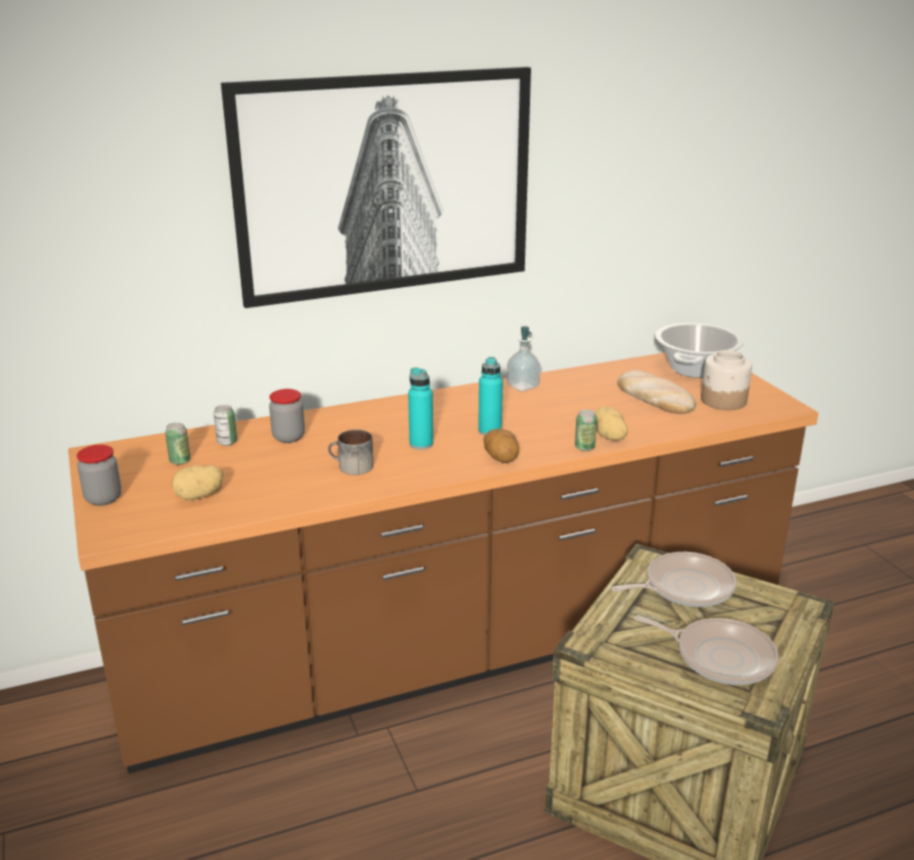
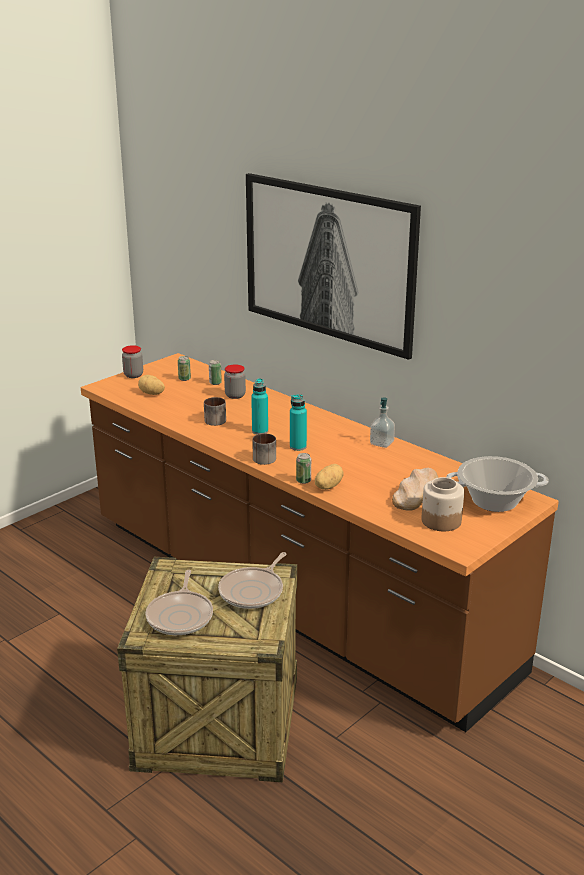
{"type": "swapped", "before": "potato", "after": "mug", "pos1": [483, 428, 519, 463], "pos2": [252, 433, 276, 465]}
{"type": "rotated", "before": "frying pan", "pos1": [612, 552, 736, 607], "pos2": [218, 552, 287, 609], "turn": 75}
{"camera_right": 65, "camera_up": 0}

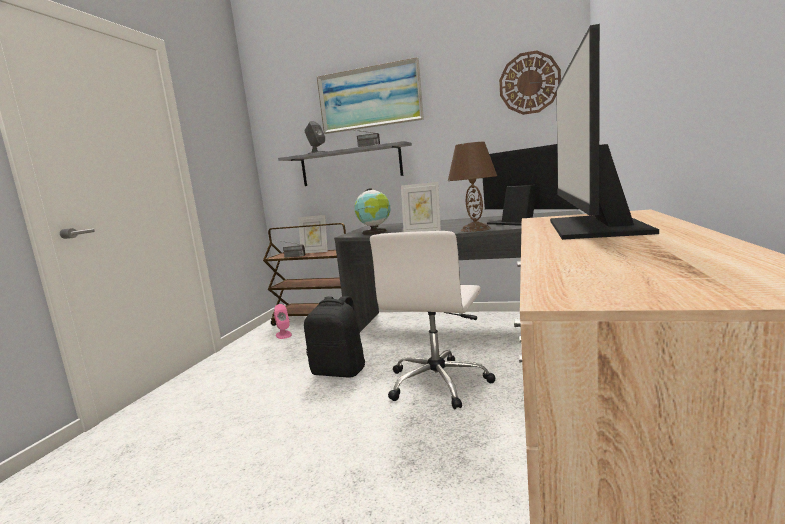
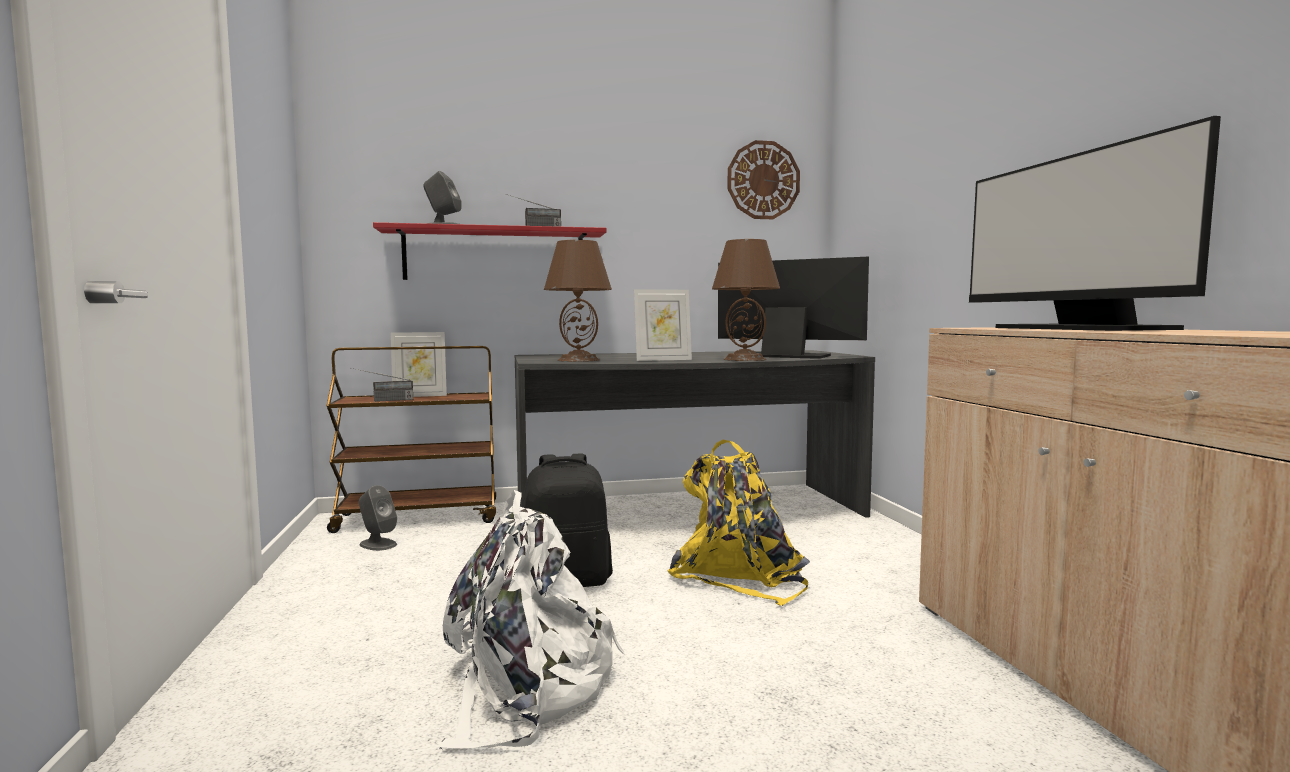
{"type": "gone", "before": "picture", "pos1": [317, 57, 424, 134]}
{"type": "new", "after": "white backpack", "pos2": [439, 490, 624, 749]}
{"type": "swapped", "before": "globe", "after": "brown table lamp", "pos1": [354, 188, 390, 235], "pos2": [544, 240, 612, 362]}
{"type": "swapped", "before": "white office chair", "after": "yellow backpack", "pos1": [370, 231, 495, 409], "pos2": [667, 440, 810, 606]}
{"type": "repainted", "before": "pink speaker", "after": "grey speaker", "pos1": [274, 304, 292, 339], "pos2": [359, 485, 397, 551]}
{"type": "repainted", "before": "grey shelf", "after": "red shelf", "pos1": [278, 141, 412, 186], "pos2": [373, 222, 607, 280]}
{"camera_right": -30, "camera_up": -5}

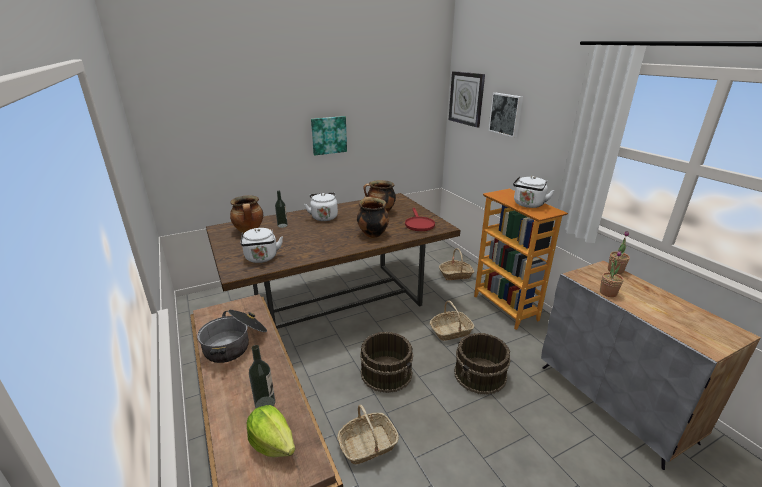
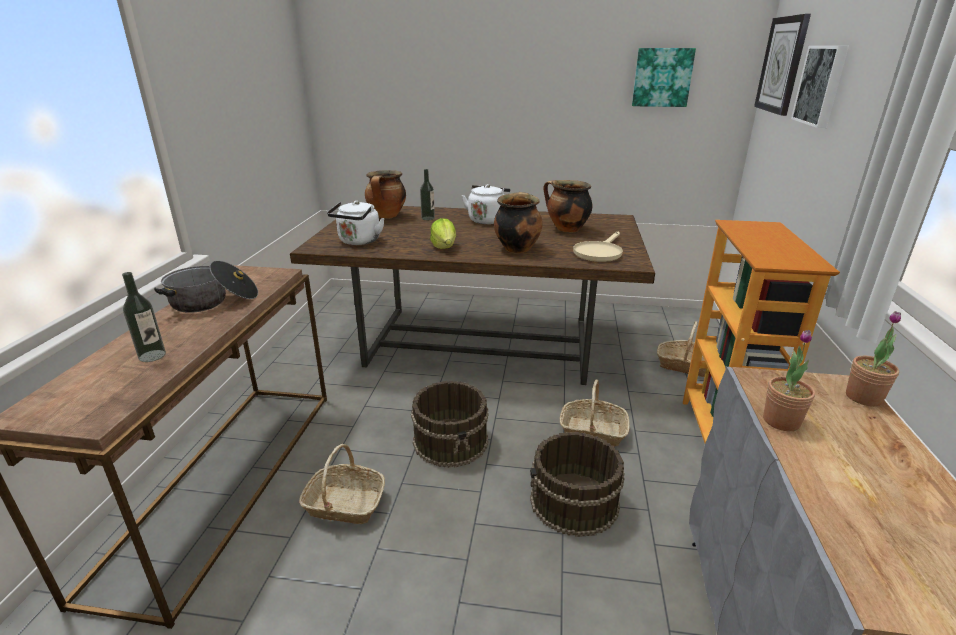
{"type": "gone", "before": "white kettle", "pos1": [513, 176, 555, 208]}
{"type": "shifted", "before": "lettuce", "pos1": [247, 405, 295, 457], "pos2": [430, 218, 456, 249]}
{"type": "shifted", "before": "picture", "pos1": [311, 116, 347, 155], "pos2": [632, 48, 696, 107]}
{"type": "repainted", "before": "red frying pan", "after": "beige frying pan", "pos1": [405, 208, 435, 231], "pos2": [573, 232, 623, 262]}
{"camera_right": 35, "camera_up": 0}

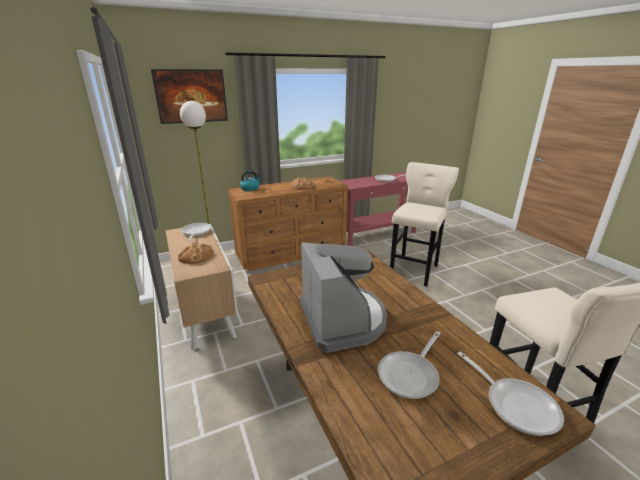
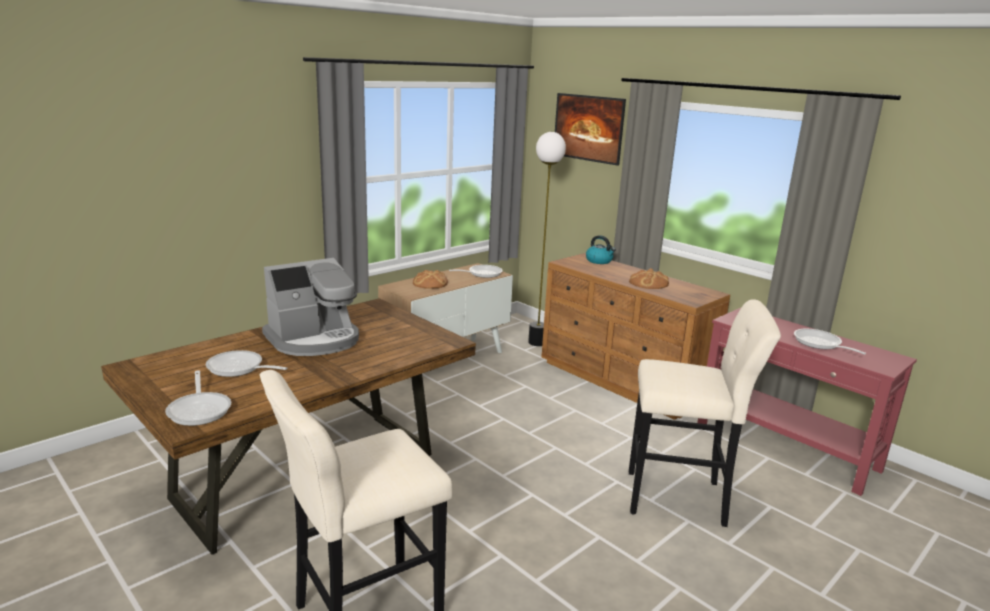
{"type": "rotated", "before": "frying pan", "pos1": [457, 352, 564, 436], "pos2": [165, 370, 231, 426], "turn": -60}
{"camera_right": 70, "camera_up": -5}

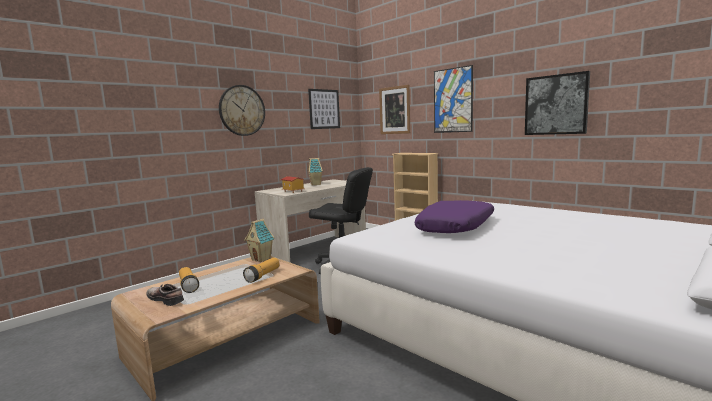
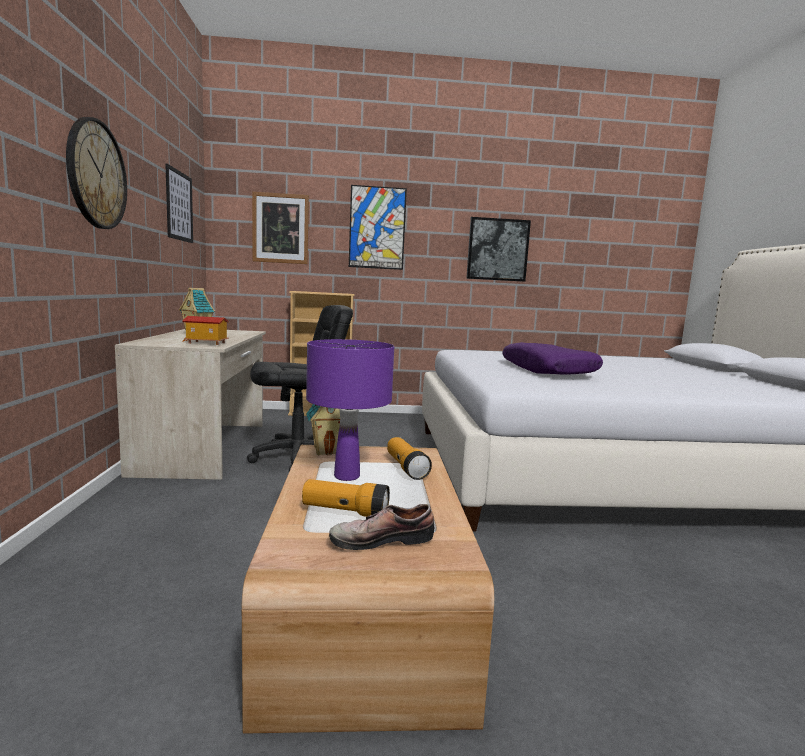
{"type": "new", "after": "purple table lamp", "pos2": [306, 339, 394, 481]}
{"camera_right": -50, "camera_up": 0}

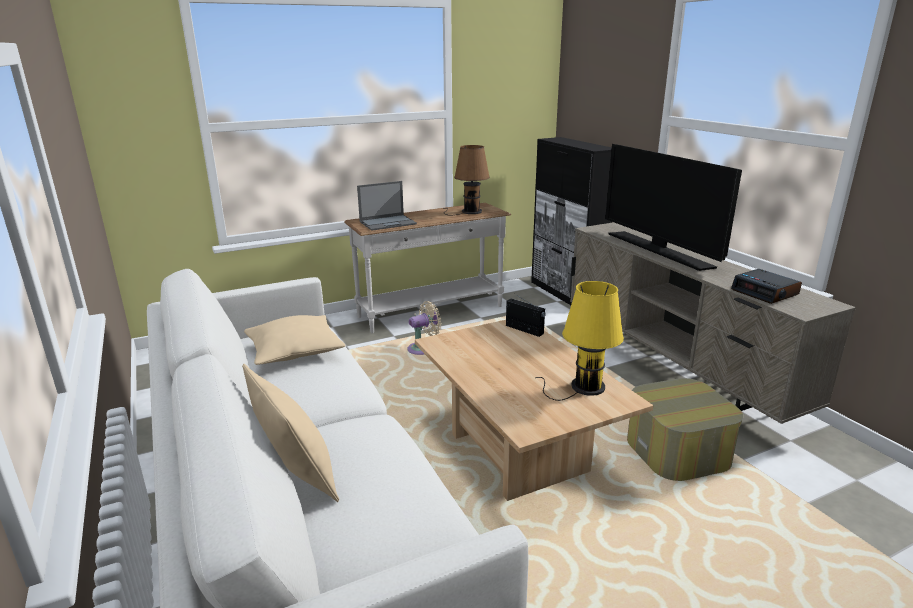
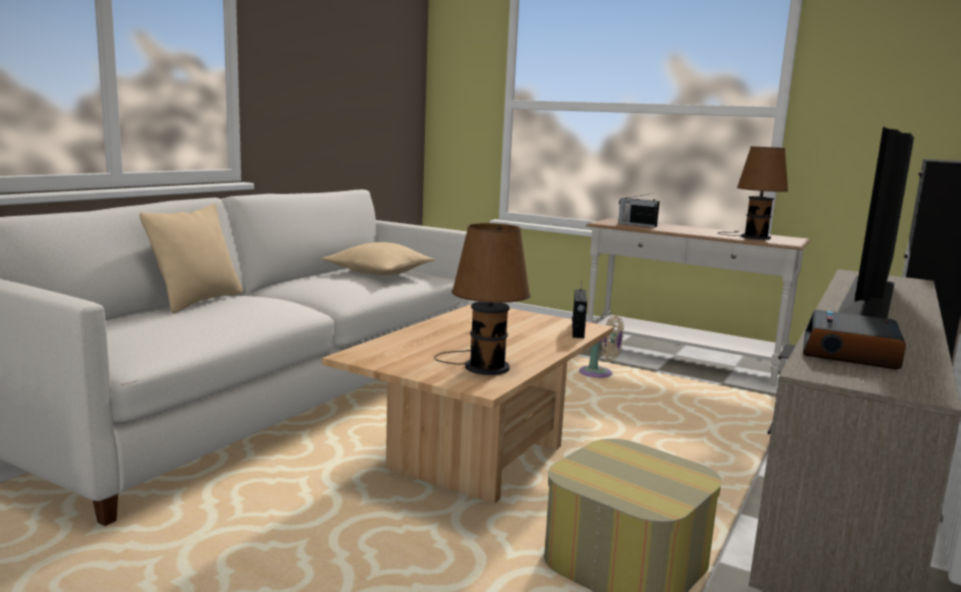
{"type": "swapped", "before": "laptop", "after": "radio", "pos1": [357, 181, 417, 231], "pos2": [618, 193, 660, 227]}
{"type": "repainted", "before": "yellow table lamp", "after": "brown table lamp", "pos1": [535, 281, 624, 401], "pos2": [434, 223, 531, 375]}
{"camera_right": 55, "camera_up": -10}

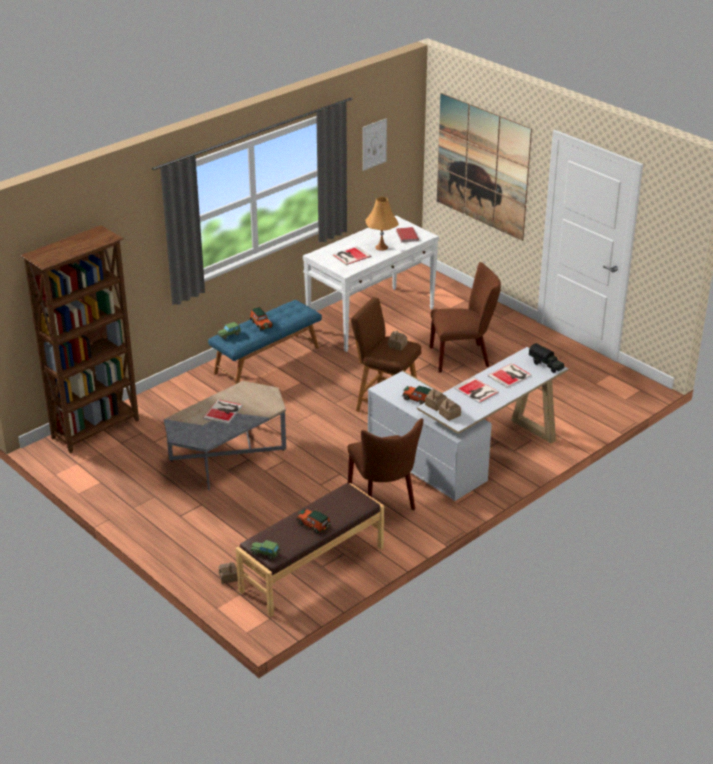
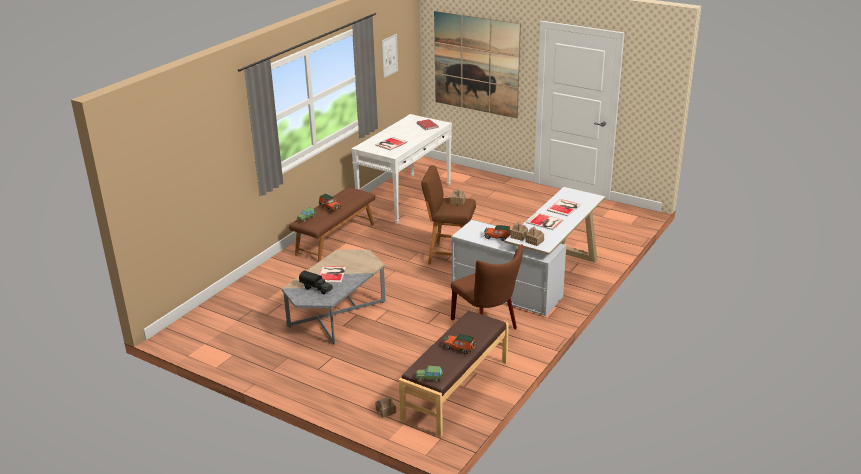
{"type": "gone", "before": "brown bookcase", "pos1": [21, 225, 139, 453]}
{"type": "gone", "before": "orange table lamp", "pos1": [365, 197, 399, 251]}
{"type": "gone", "before": "brown chair", "pos1": [430, 262, 501, 373]}
{"type": "shifted", "before": "toy truck", "pos1": [529, 343, 565, 373], "pos2": [299, 271, 333, 295]}
{"type": "repainted", "before": "blue bench", "after": "brown bench", "pos1": [208, 300, 322, 384], "pos2": [289, 187, 375, 262]}
{"camera_right": -15, "camera_up": -5}

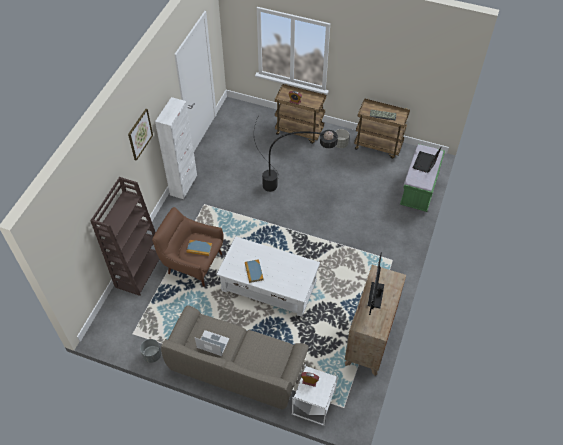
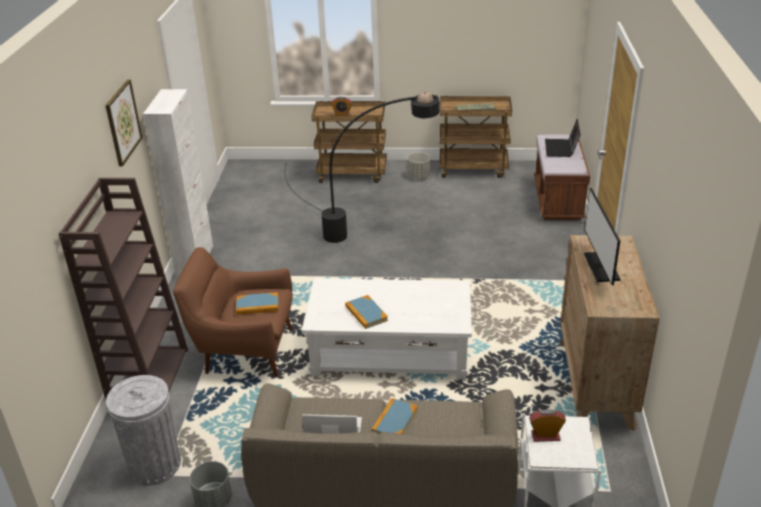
{"type": "new", "after": "grey trash can", "pos2": [106, 375, 181, 486]}
{"type": "new", "after": "book", "pos2": [371, 398, 418, 434]}
{"type": "repainted", "before": "green bench", "after": "brown bench", "pos1": [400, 144, 445, 212], "pos2": [534, 134, 590, 220]}
{"camera_right": -15, "camera_up": -20}

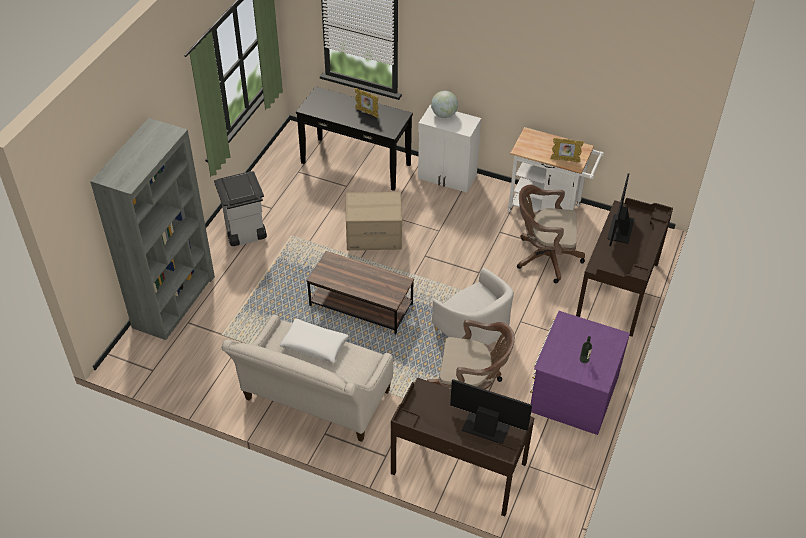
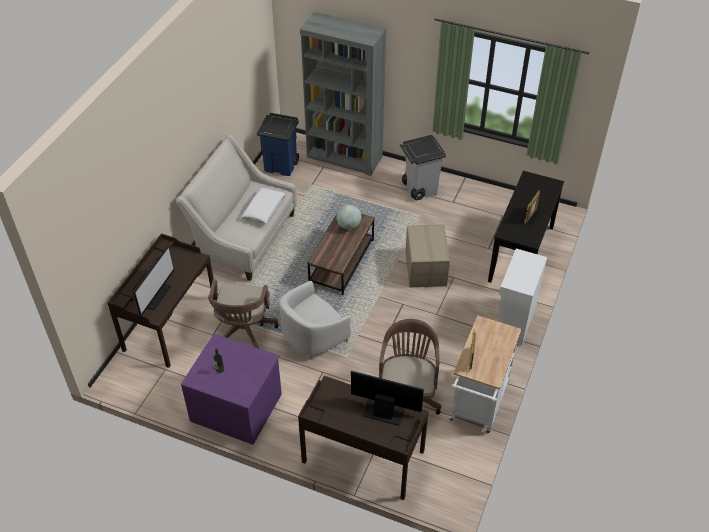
{"type": "new", "after": "blue trash can", "pos2": [256, 113, 299, 176]}
{"type": "shifted", "before": "globe", "pos1": [431, 91, 458, 118], "pos2": [336, 204, 361, 229]}
{"camera_right": 90, "camera_up": 0}

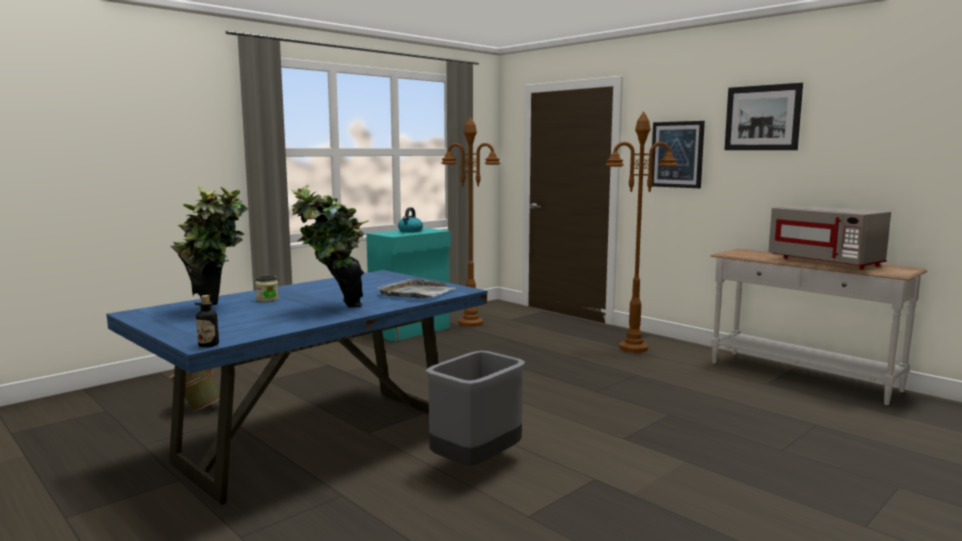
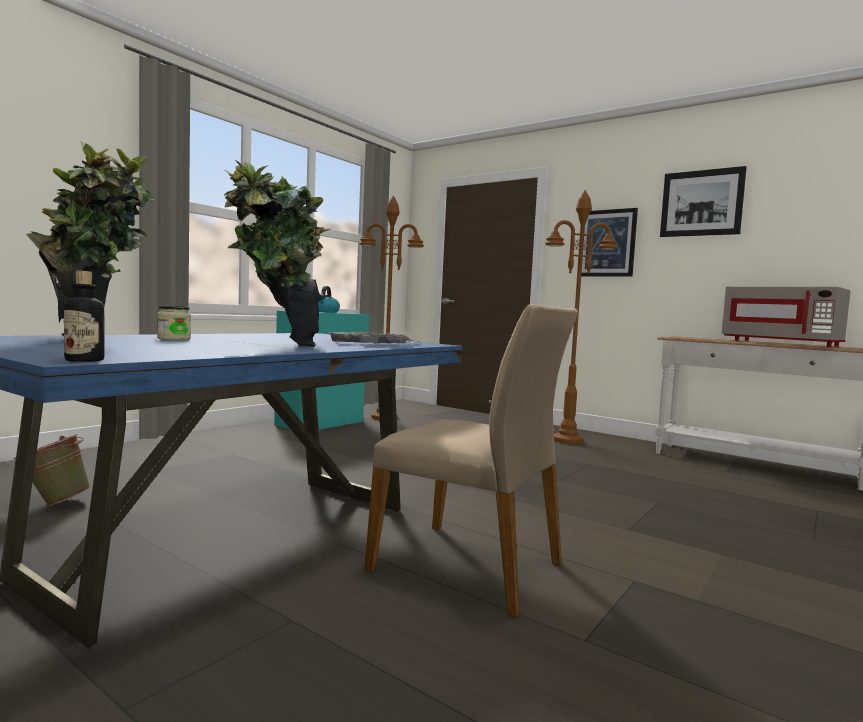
{"type": "swapped", "before": "grey trash can", "after": "beige chair", "pos1": [426, 351, 525, 466], "pos2": [364, 304, 578, 617]}
{"camera_right": -10, "camera_up": -5}

